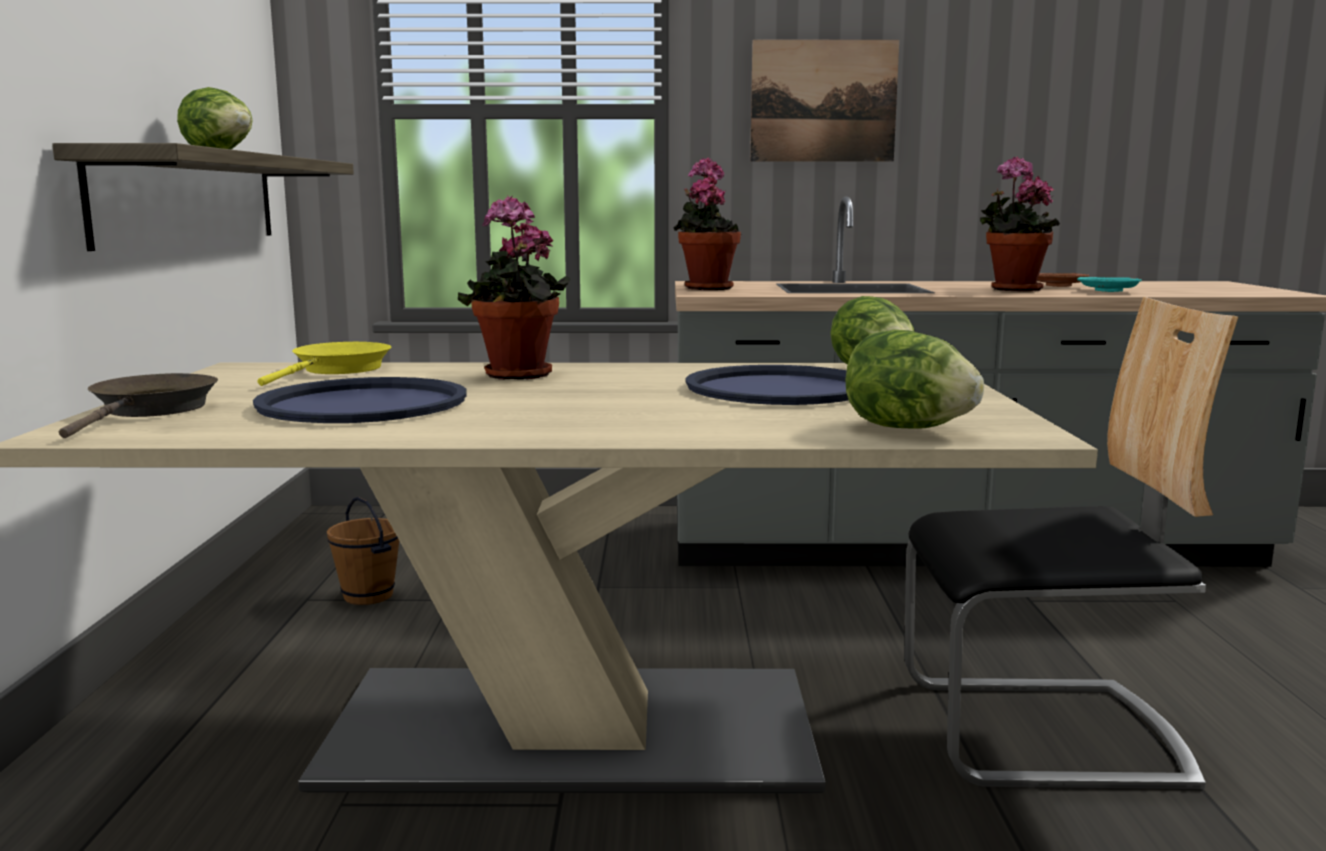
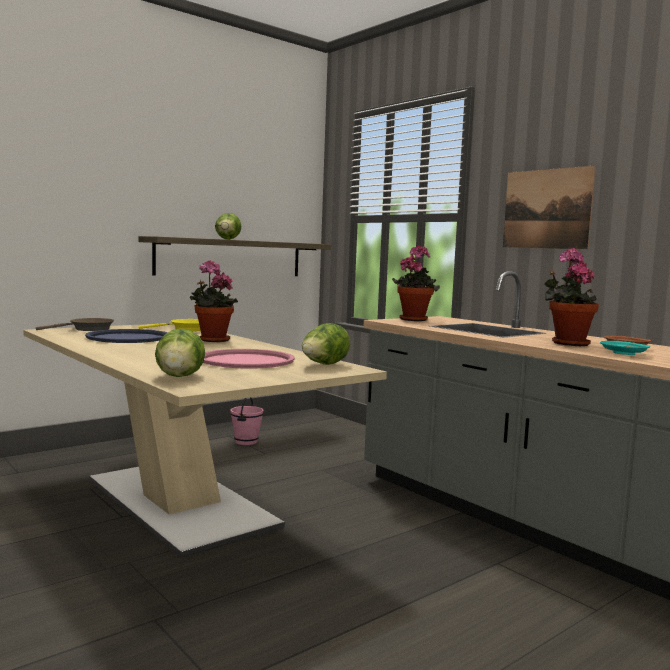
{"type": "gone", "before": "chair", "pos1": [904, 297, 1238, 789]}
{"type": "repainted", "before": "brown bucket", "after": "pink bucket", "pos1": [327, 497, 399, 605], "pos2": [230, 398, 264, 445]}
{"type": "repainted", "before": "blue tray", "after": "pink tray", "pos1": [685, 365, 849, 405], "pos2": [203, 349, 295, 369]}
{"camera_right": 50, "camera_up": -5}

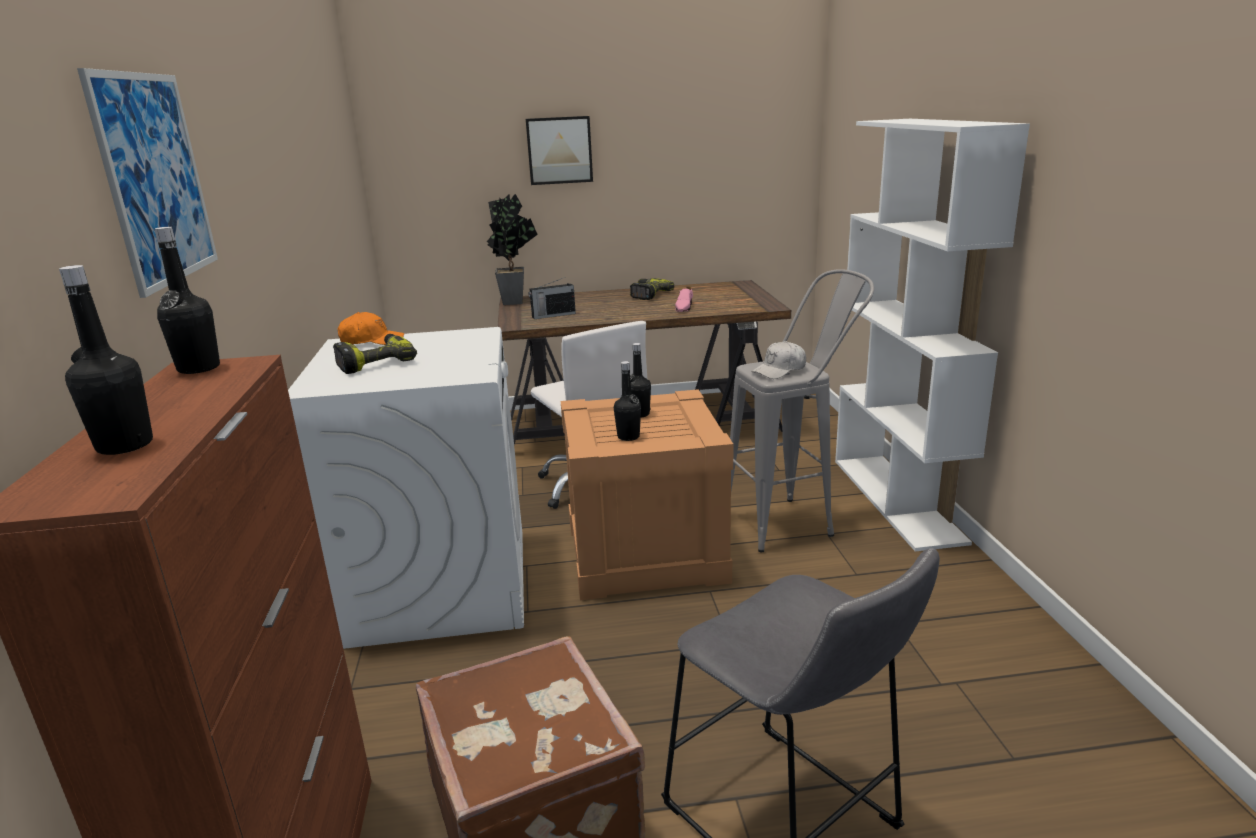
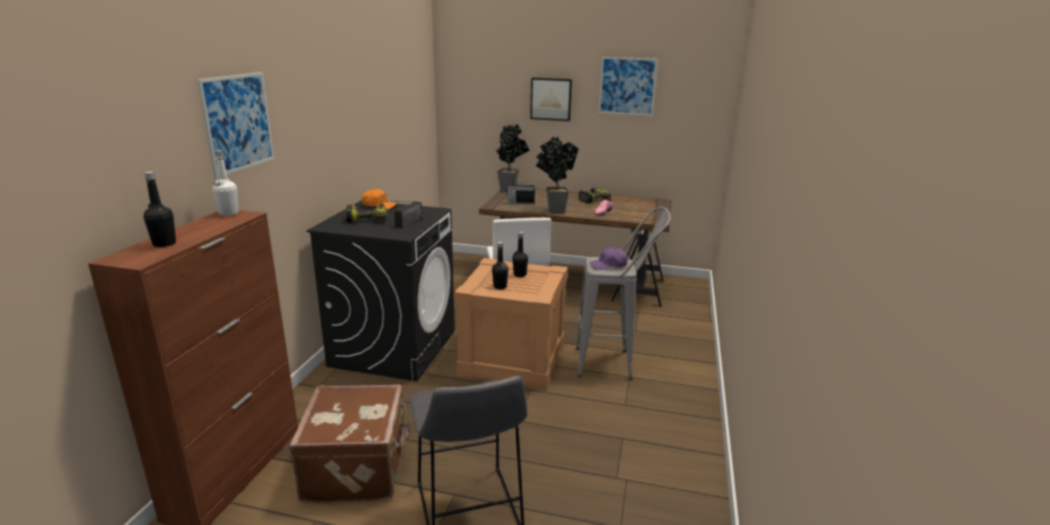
{"type": "gone", "before": "white bookcase", "pos1": [835, 119, 1030, 551]}
{"type": "new", "after": "radio", "pos2": [389, 201, 422, 228]}
{"type": "new", "after": "potted plant", "pos2": [536, 136, 579, 214]}
{"type": "new", "after": "picture", "pos2": [599, 57, 658, 116]}
{"type": "repainted", "before": "black bottle", "after": "white bottle", "pos1": [155, 227, 220, 374], "pos2": [212, 150, 239, 216]}
{"type": "repainted", "before": "white washing machine", "after": "black washing machine", "pos1": [288, 327, 524, 649], "pos2": [307, 200, 455, 381]}
{"type": "repainted", "before": "white cap", "after": "purple cap", "pos1": [751, 341, 806, 379], "pos2": [590, 247, 628, 270]}
{"camera_right": 20, "camera_up": 0}

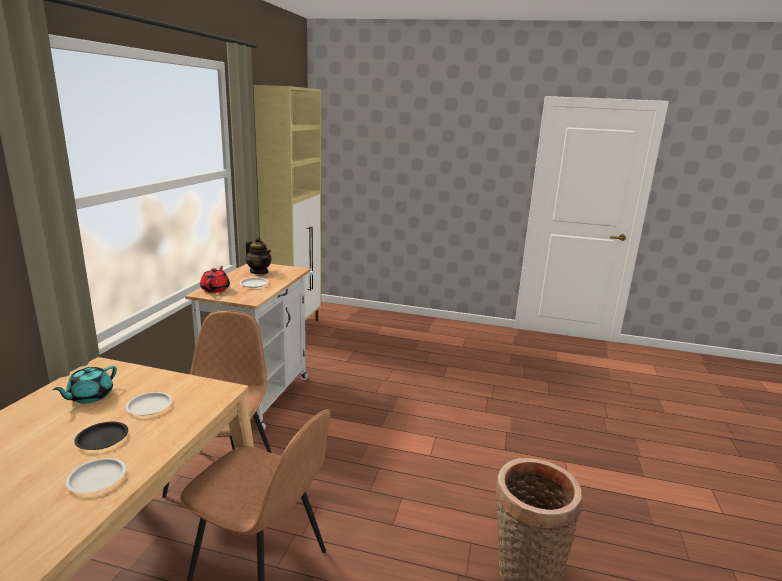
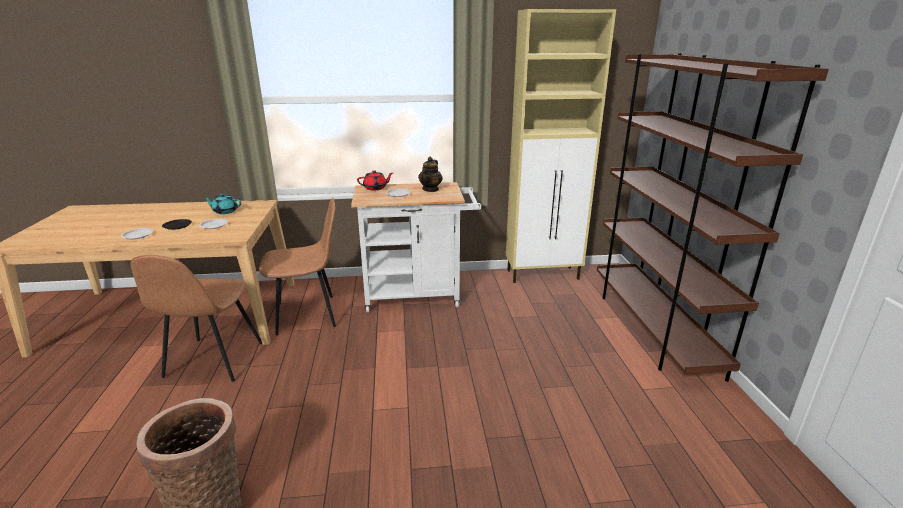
{"type": "new", "after": "brown bookcase", "pos2": [597, 53, 829, 382]}
{"camera_right": 70, "camera_up": 5}

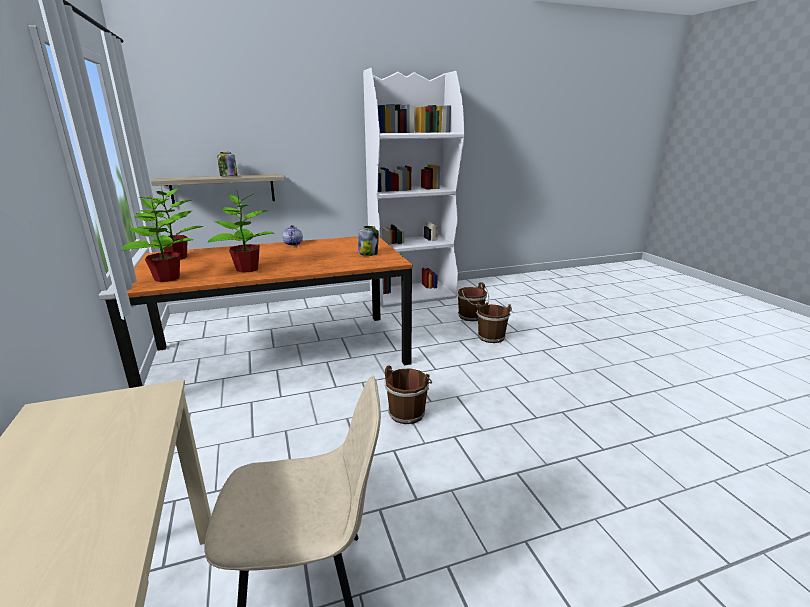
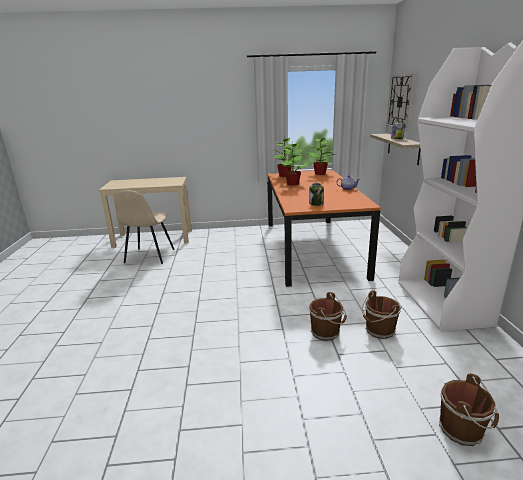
{"type": "new", "after": "wall clock", "pos2": [387, 74, 415, 131]}
{"type": "shifted", "before": "brown bucket", "pos1": [385, 365, 432, 424], "pos2": [439, 373, 499, 446]}
{"camera_right": 105, "camera_up": 0}

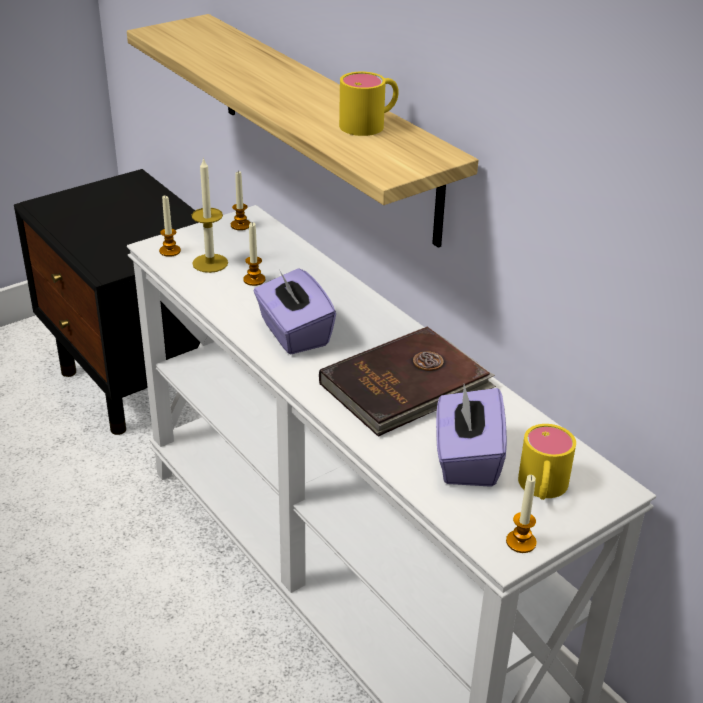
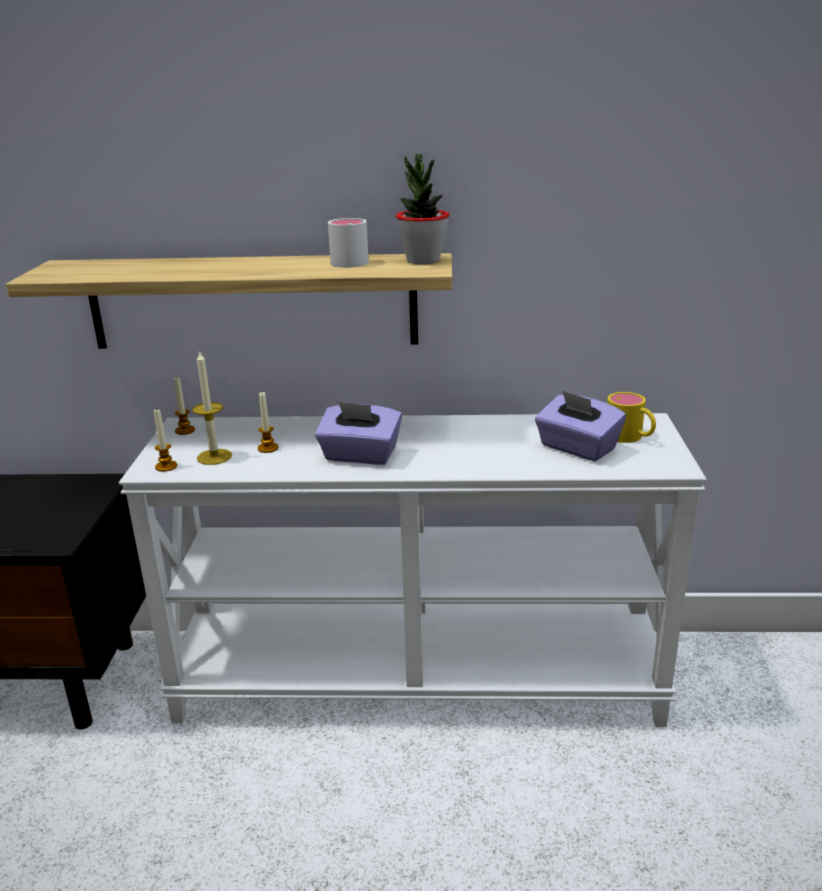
{"type": "gone", "before": "brown book", "pos1": [319, 326, 496, 437]}
{"type": "gone", "before": "candle", "pos1": [506, 475, 537, 553]}
{"type": "new", "after": "potted plant", "pos2": [396, 154, 449, 264]}
{"type": "repainted", "before": "yellow mug", "after": "white mug", "pos1": [339, 72, 399, 136], "pos2": [328, 218, 369, 268]}
{"camera_right": -50, "camera_up": -10}

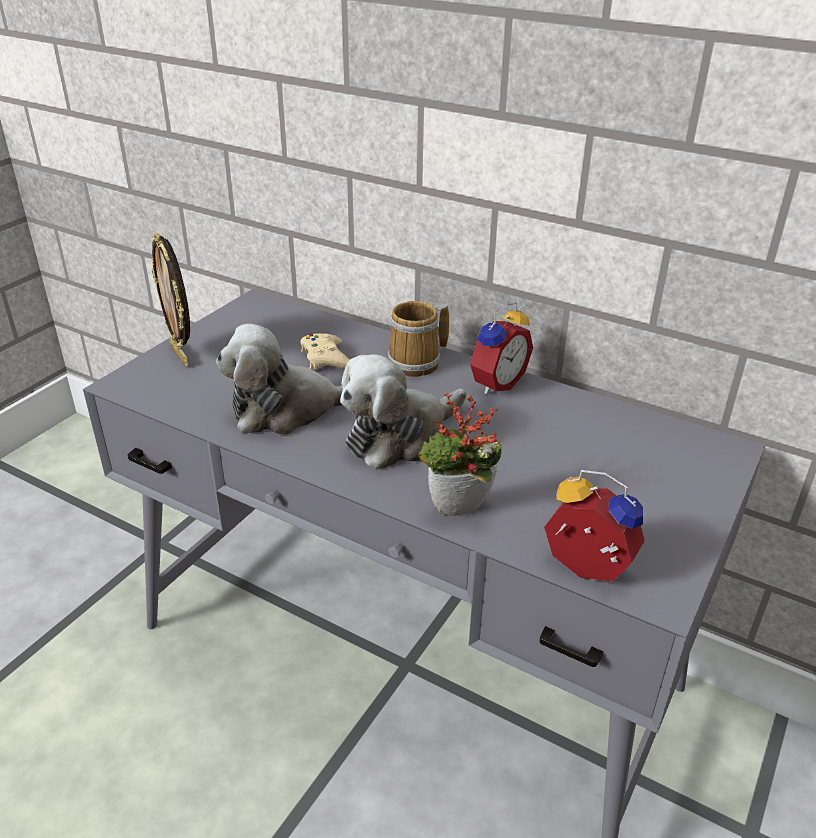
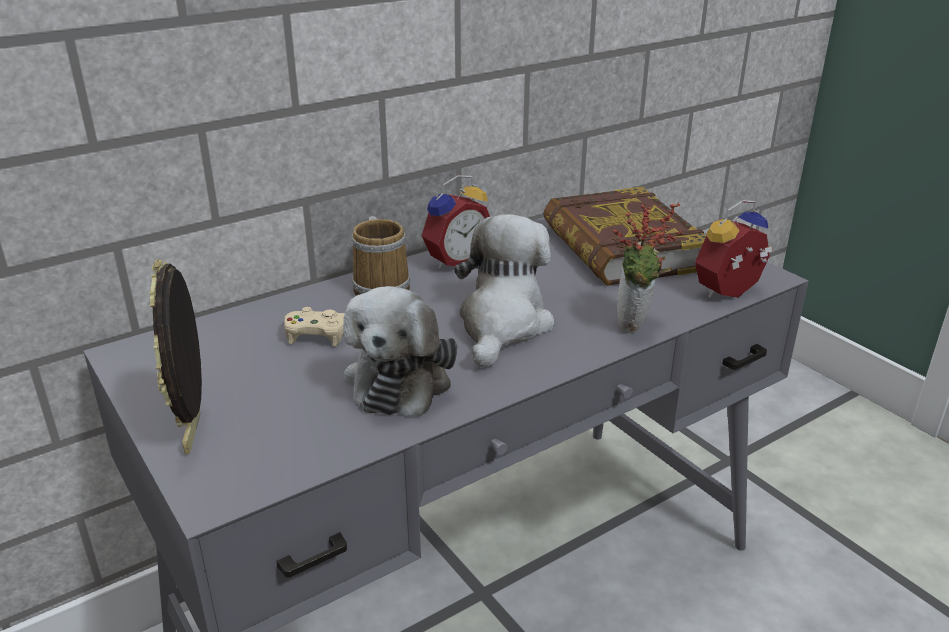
{"type": "new", "after": "book", "pos2": [543, 187, 706, 286]}
{"type": "rotated", "before": "picture frame", "pos1": [151, 232, 190, 367], "pos2": [149, 259, 202, 454], "turn": 90}
{"type": "rotated", "before": "plush toy", "pos1": [340, 354, 466, 470], "pos2": [454, 214, 554, 368], "turn": -150}
{"type": "rotated", "before": "alarm clock", "pos1": [469, 302, 533, 394], "pos2": [422, 175, 490, 269], "turn": 75}
{"camera_right": -65, "camera_up": -5}

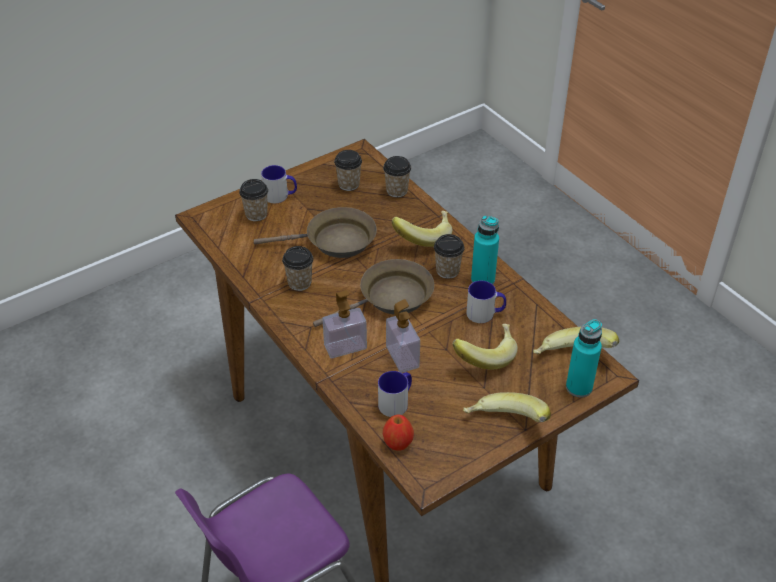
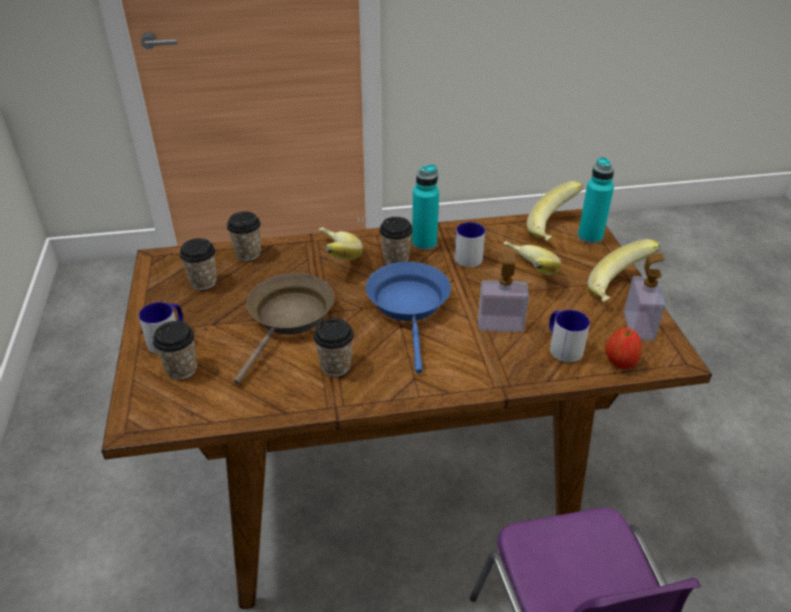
{"type": "shifted", "before": "soap dispenser", "pos1": [323, 290, 367, 358], "pos2": [624, 253, 665, 341]}
{"type": "repainted", "before": "brown frying pan", "after": "blue frying pan", "pos1": [313, 259, 434, 327], "pos2": [366, 262, 451, 374]}
{"camera_right": -65, "camera_up": -5}

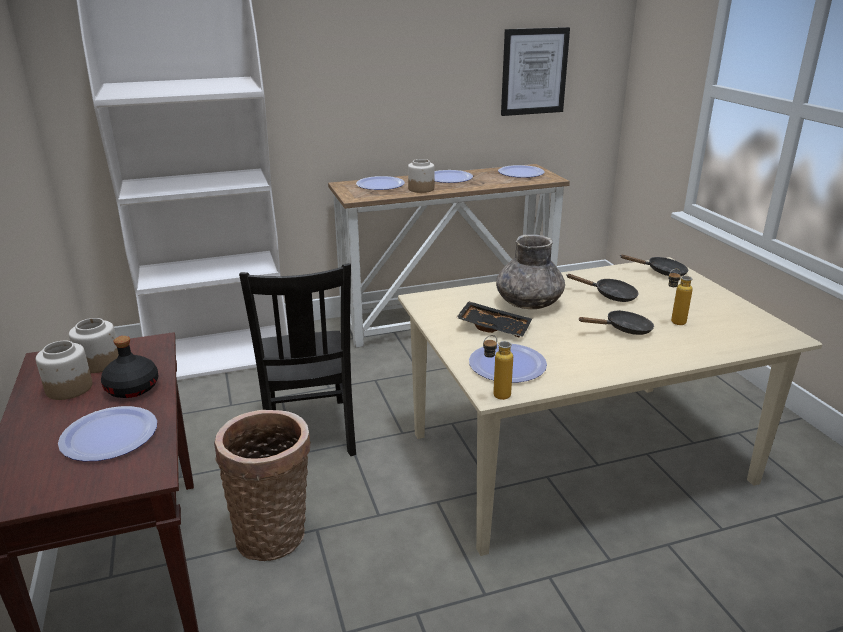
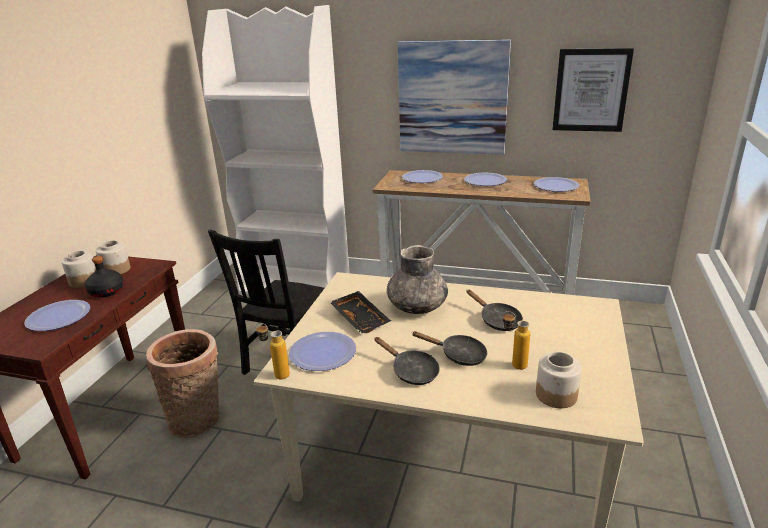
{"type": "new", "after": "picture", "pos2": [398, 39, 511, 155]}
{"type": "shifted", "before": "jar", "pos1": [408, 159, 434, 193], "pos2": [536, 352, 582, 408]}
{"type": "shifted", "before": "black frying pan", "pos1": [621, 255, 688, 277], "pos2": [374, 337, 440, 385]}
{"camera_right": 35, "camera_up": 0}

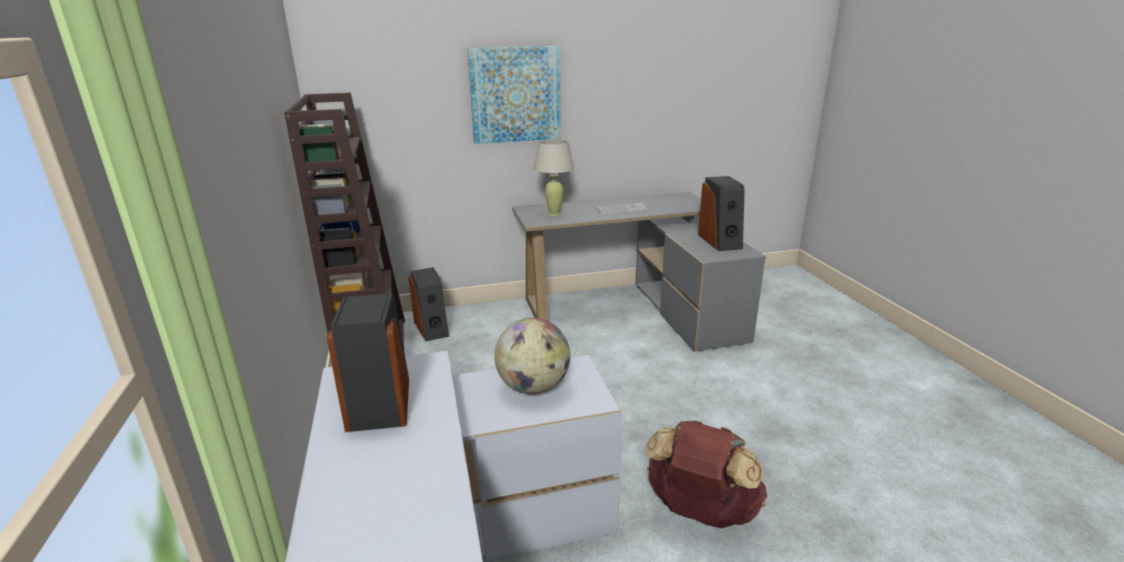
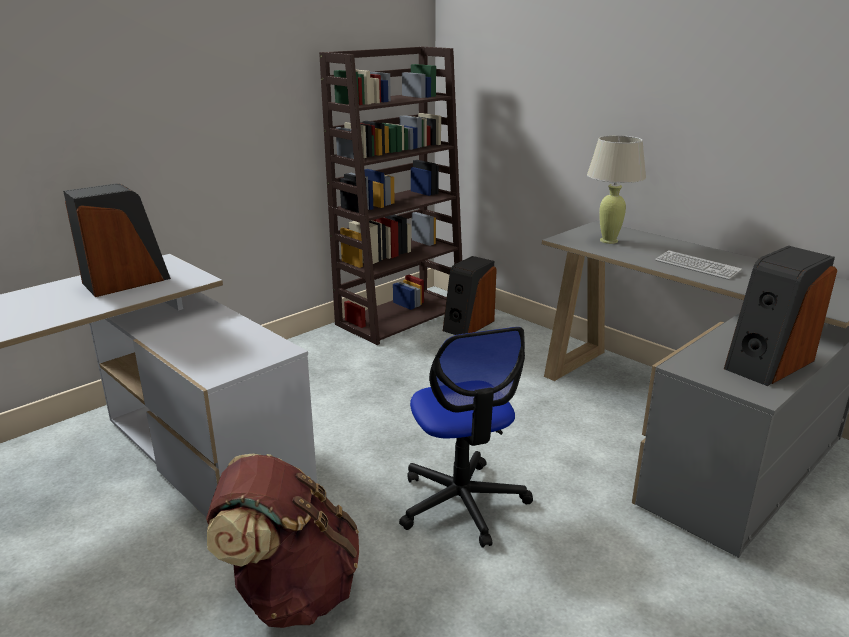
{"type": "gone", "before": "picture", "pos1": [467, 46, 561, 144]}
{"type": "gone", "before": "globe", "pos1": [494, 318, 570, 394]}
{"type": "new", "after": "office chair", "pos2": [399, 327, 533, 548]}
{"camera_right": 60, "camera_up": 0}

